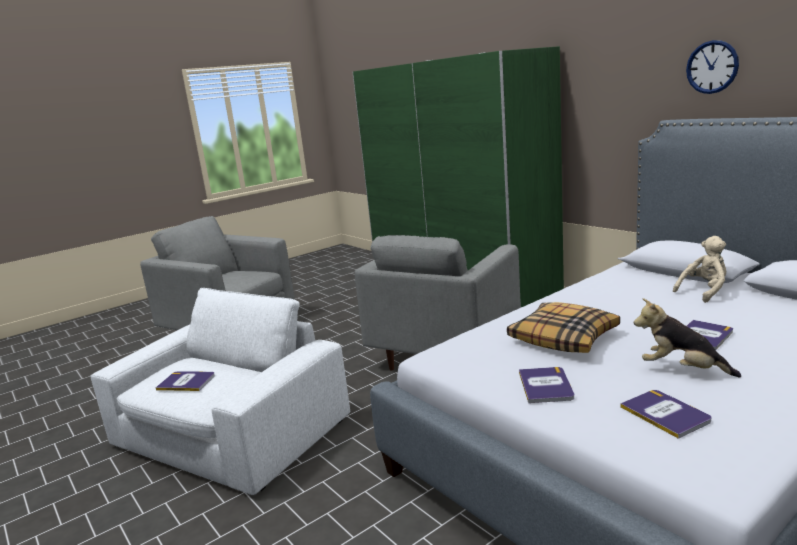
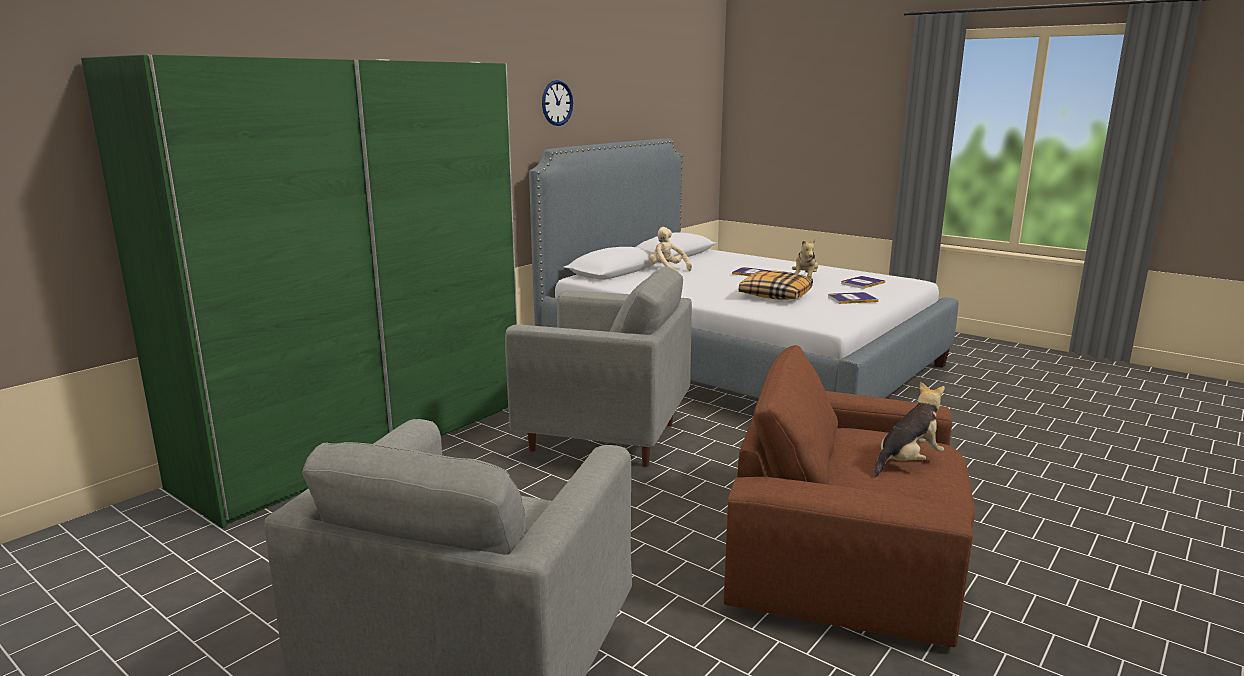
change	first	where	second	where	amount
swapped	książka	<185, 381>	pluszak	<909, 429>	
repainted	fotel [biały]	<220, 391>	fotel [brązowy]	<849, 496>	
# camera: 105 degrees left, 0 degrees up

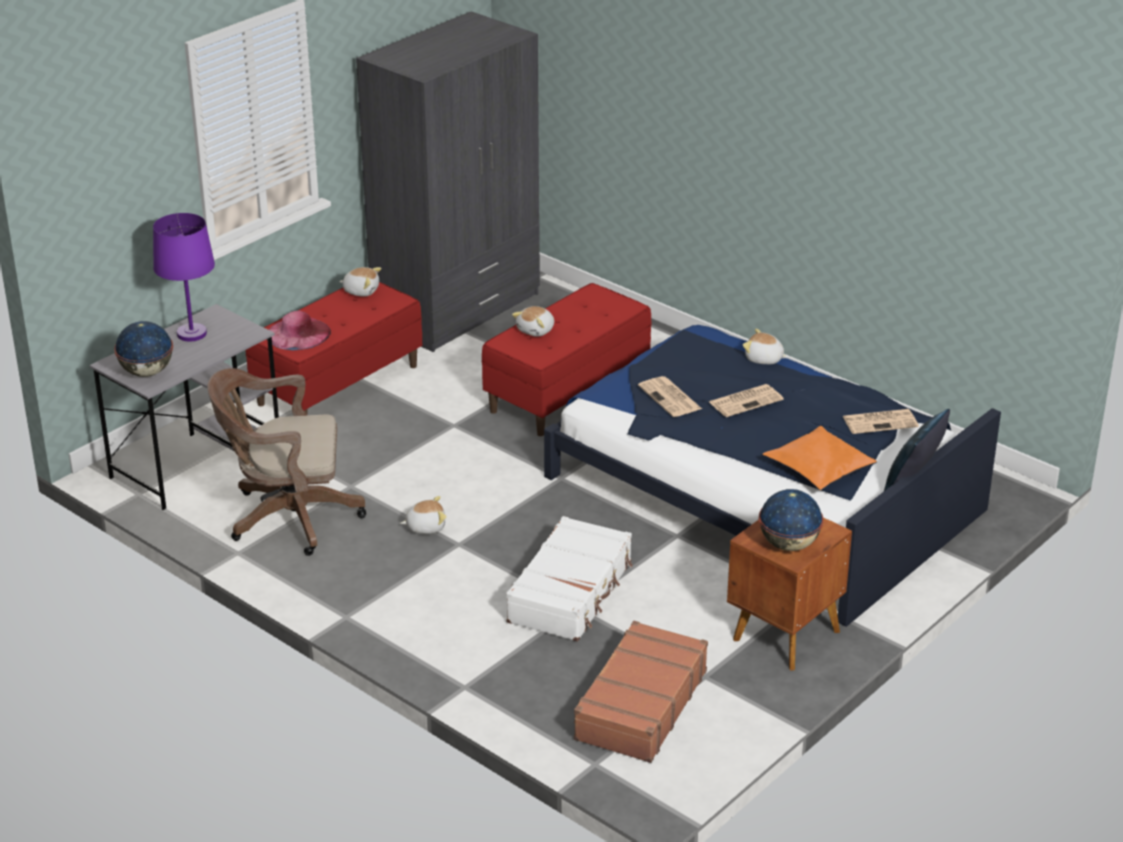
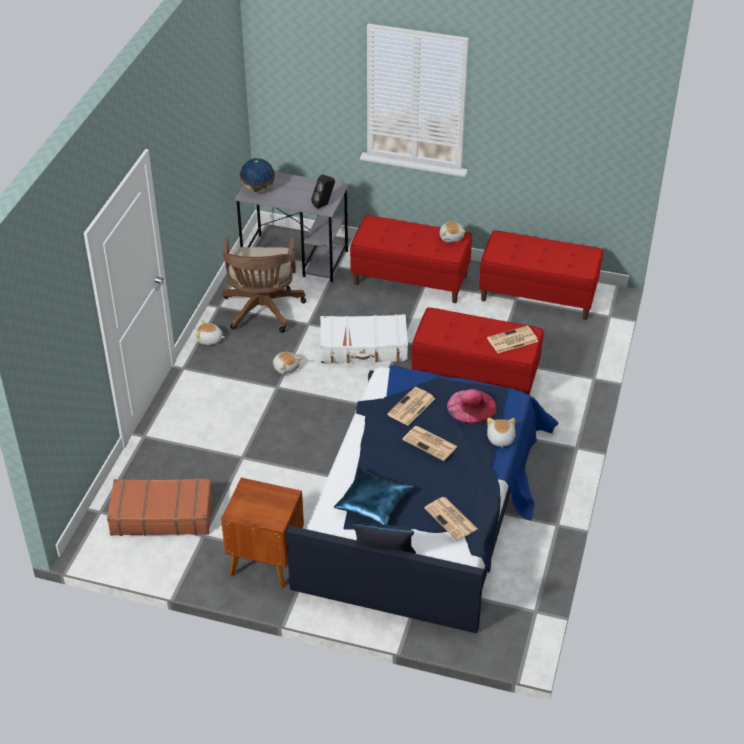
change	first	where	second	where	amount
gone	lampa stołowa [fioletowy]	<184, 277>			
gone	globus	<791, 520>			
new			głośnik [czarny]	<323, 191>	
new			gazeta	<512, 339>	
shifted	kapelusz [różowy]	<299, 330>		<472, 406>	
shifted	walizka [biały]	<569, 579>		<364, 338>	
shifted	pluszak	<533, 321>		<210, 332>	
swapped	szafa [szary]	<448, 181>	ławka [czerwony]	<541, 275>	
repainted	poduszka [pomarańczowy]	<819, 458>	poduszka [niebieski]	<373, 496>	
rotated	krzesło biurowe [brązowy]	<286, 462>		<264, 285>	150 degrees counterclockwise
# camera: 65 degrees right, 10 degrees up

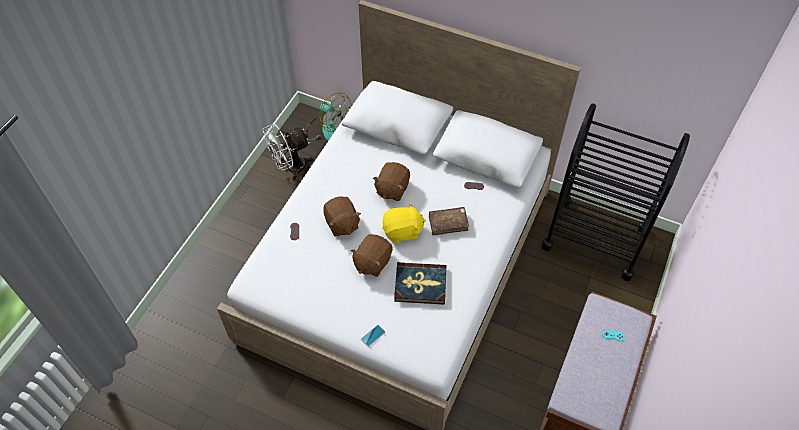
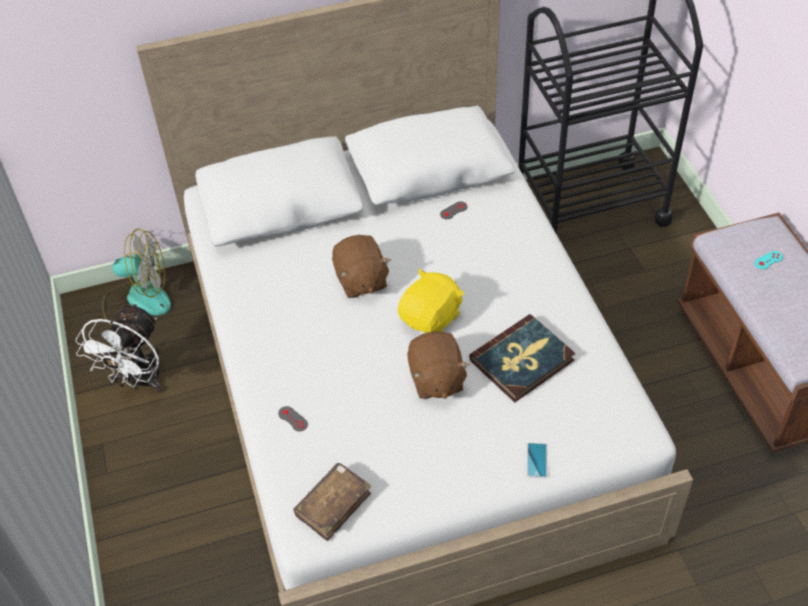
change	first	where	second	where	amount
gone	pluszak [brązowy]	<342, 216>			
shifted	książka [brązowy]	<449, 221>		<332, 502>	
# camera: 40 degrees left, 5 degrees down

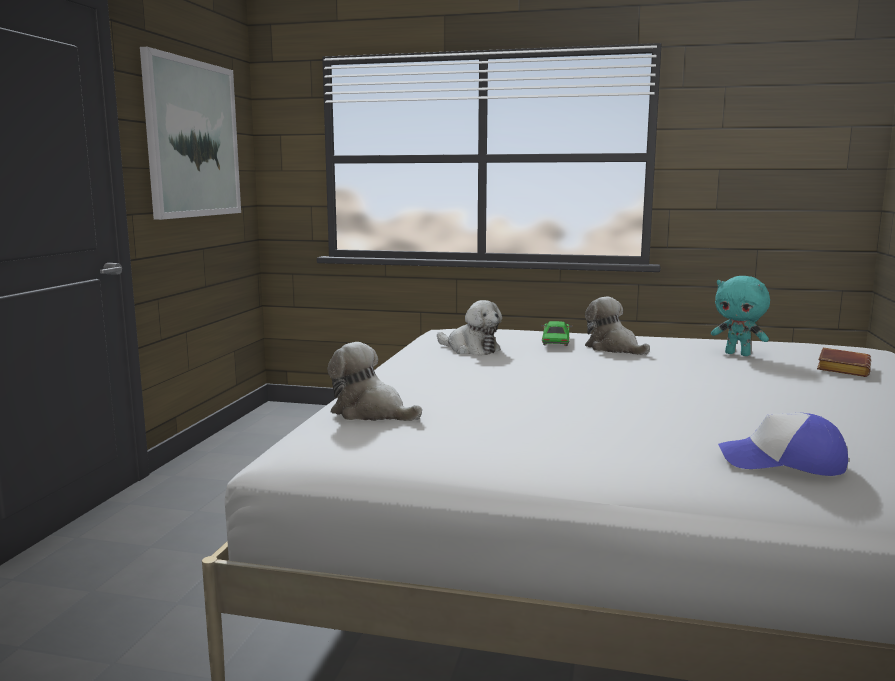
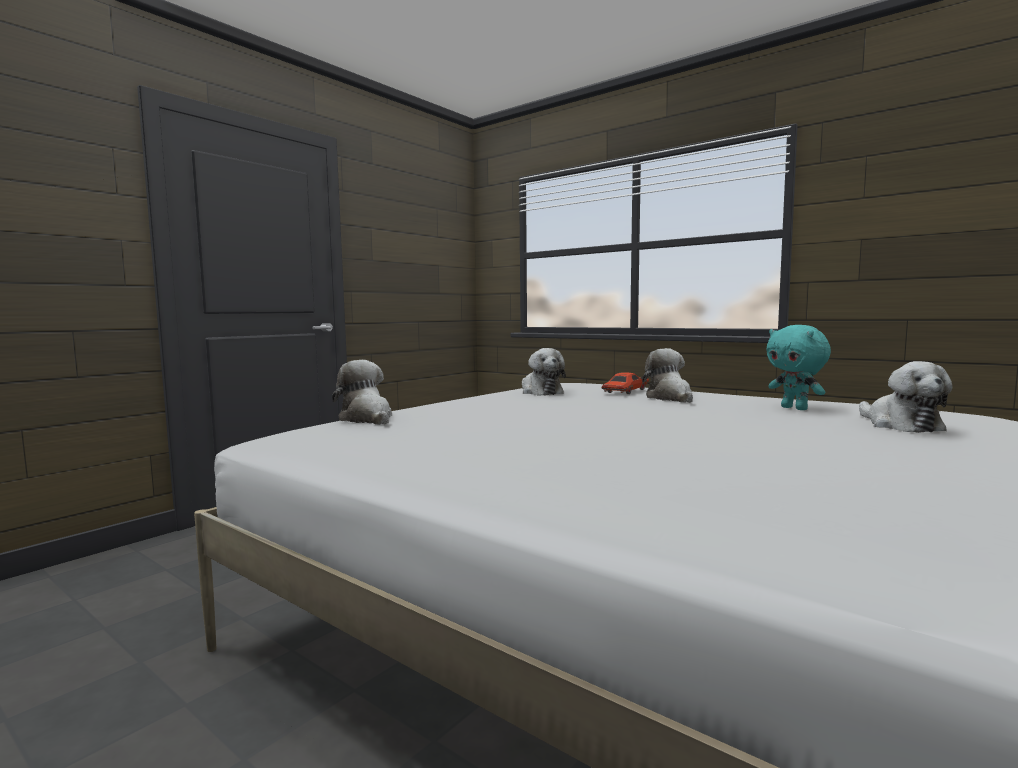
change	first	where	second	where	amount
gone	obraz	<190, 133>			
gone	czapka z daszkiem	<783, 444>			
swapped	książka [brązowy]	<844, 362>	pluszak	<906, 397>	
repainted	samochodzik [zielony]	<556, 333>	samochodzik [czerwony]	<625, 383>	
# camera: 25 degrees right, 5 degrees down

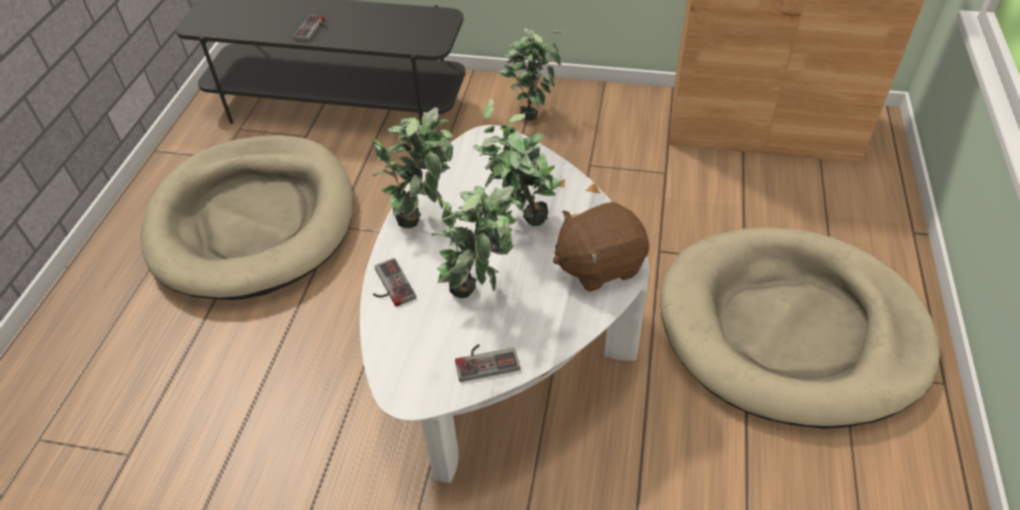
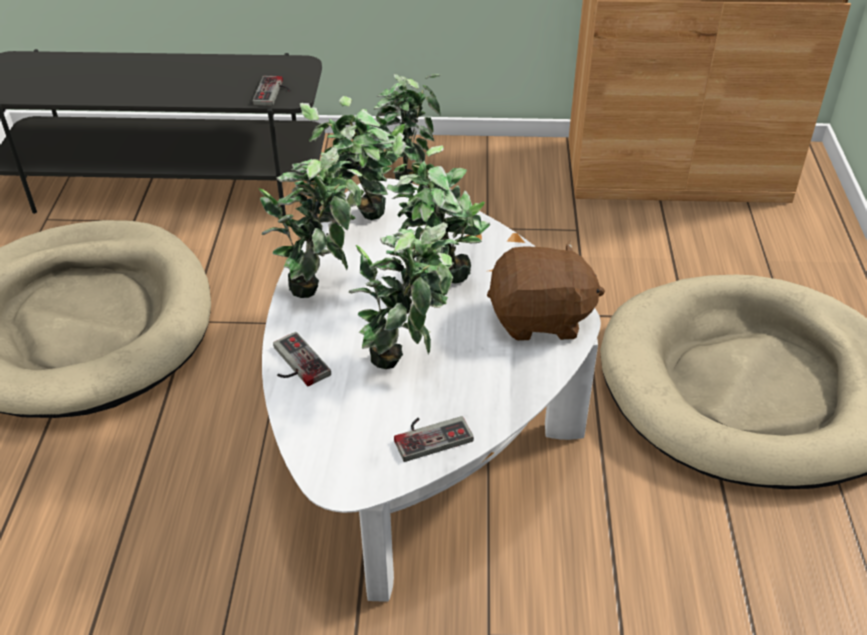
change	first	where	second	where	amount
new			roślina doniczkowa	<356, 158>	
shifted	pad do gier	<310, 28>		<272, 91>	
rotated	pluszak [brązowy]	<601, 247>		<546, 291>	150 degrees counterclockwise
# camera: 10 degrees left, 5 degrees down

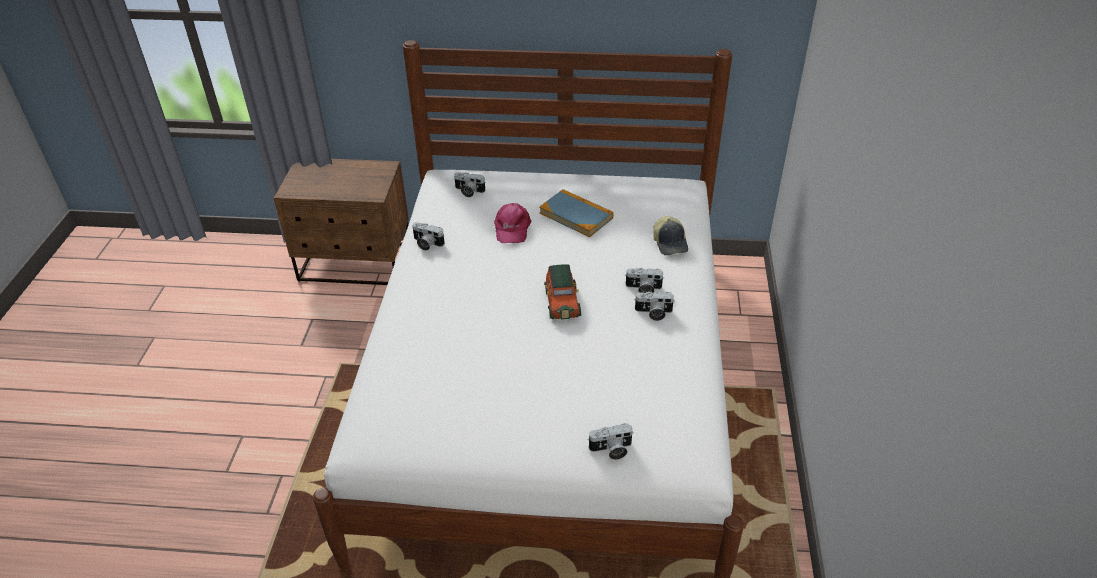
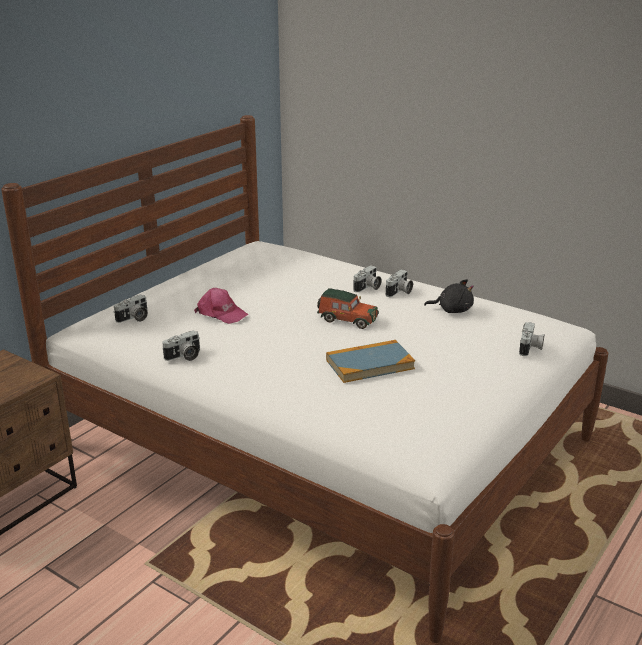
change	first	where	second	where	amount
gone	czapka z daszkiem	<670, 235>			
new			pluszak [czarny]	<449, 296>	
shifted	książka	<576, 213>		<370, 361>	
# camera: 60 degrees left, 15 degrees down

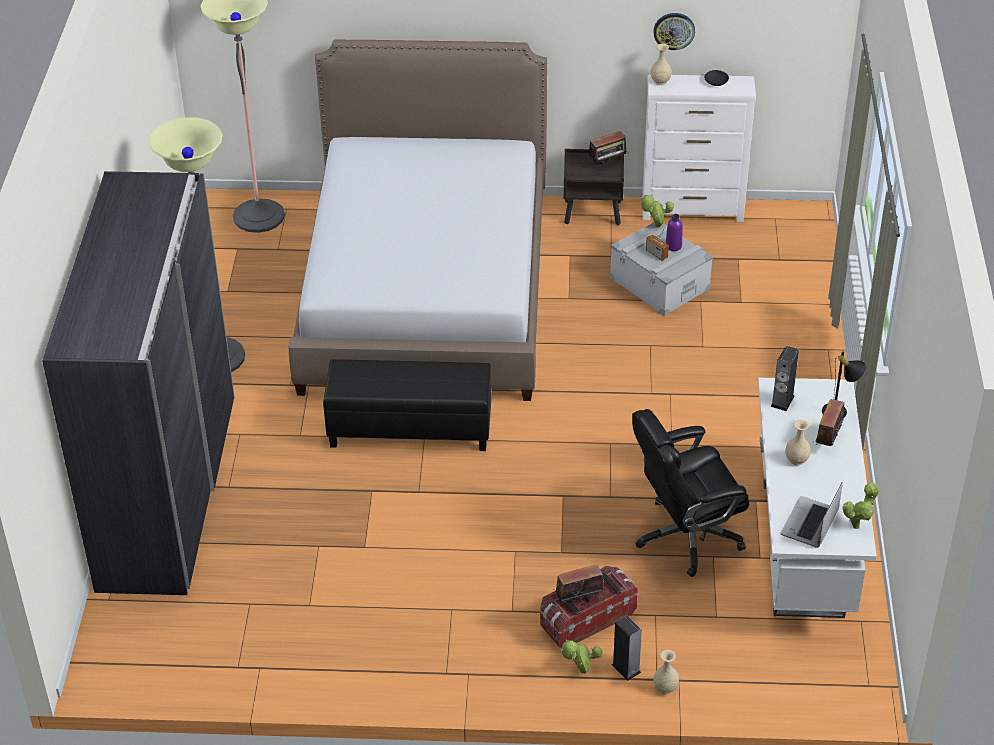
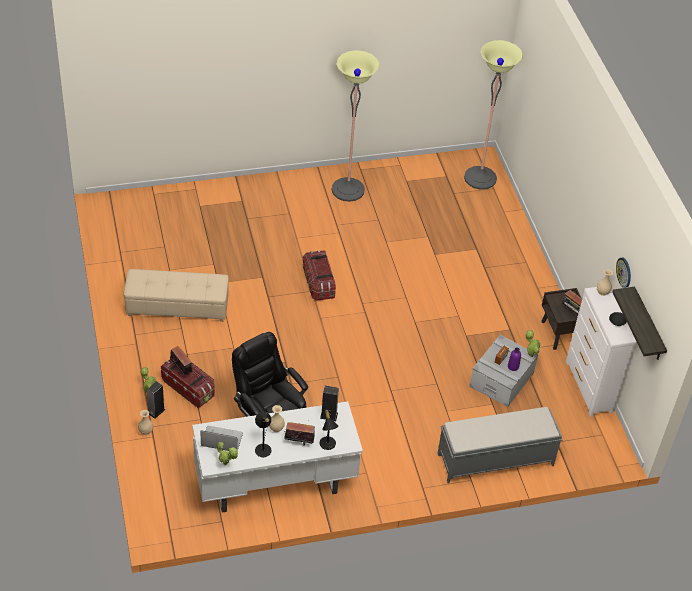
change	first	where	second	where	amount
gone	szafa [szary]	<138, 383>			
gone	łóżko	<418, 220>			
new			pufa [beżowy]	<176, 295>	
new			lampa stołowa [czarny]	<263, 434>	
new			ławka [szary]	<500, 445>	
new			półka	<639, 323>	
swapped	pufa [czarny]	<407, 405>	pojemnik do przechowywania	<319, 275>	
# camera: 70 degrees right, 5 degrees up

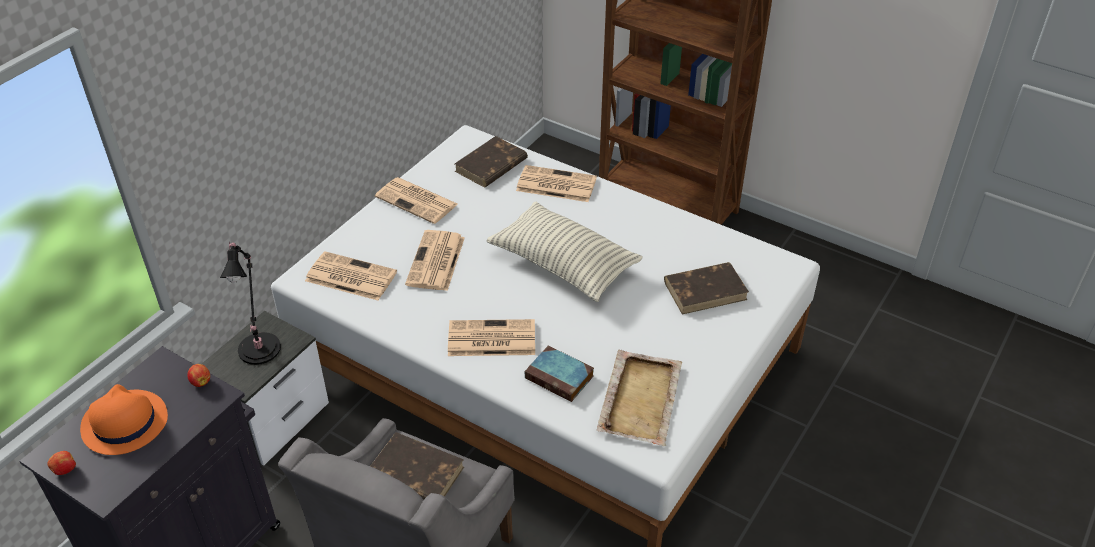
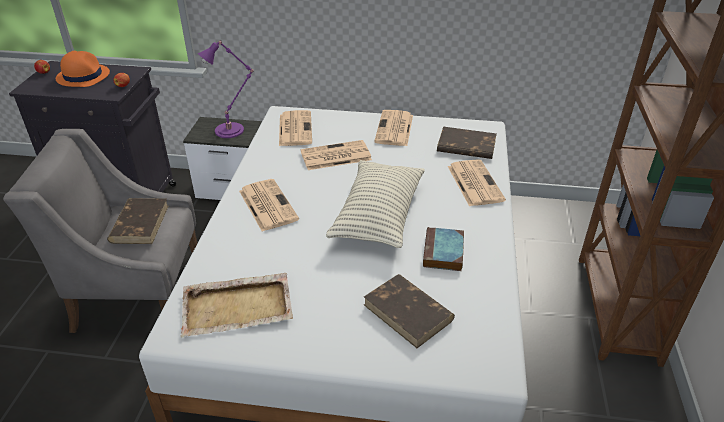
change	first	where	second	where	amount
shifted	książka	<559, 373>		<443, 249>	
repainted	lampa stołowa [czarny]	<250, 303>	lampa stołowa [fioletowy]	<226, 89>	
# camera: 65 degrees right, 5 degrees down

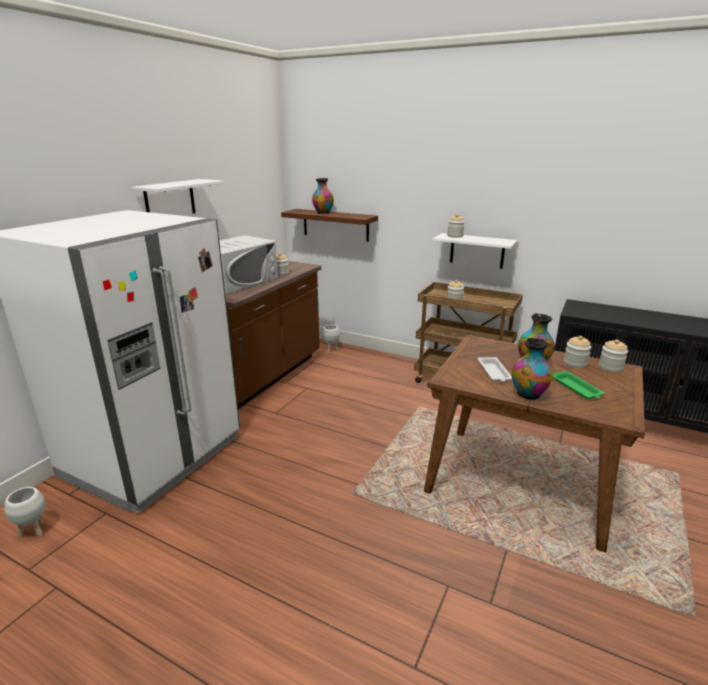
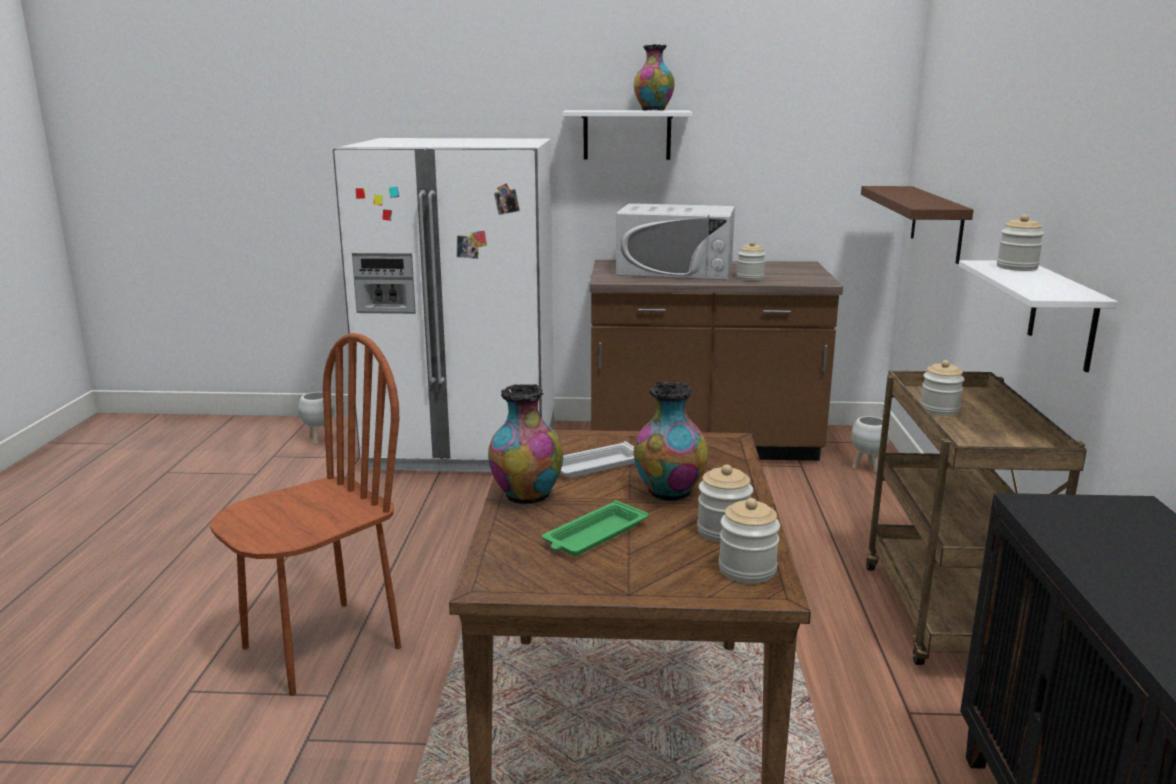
change	first	where	second	where	amount
new			krzesło [brązowy]	<305, 514>	
shifted	wazon	<323, 196>		<654, 77>	
# camera: 65 degrees right, 5 degrees down

